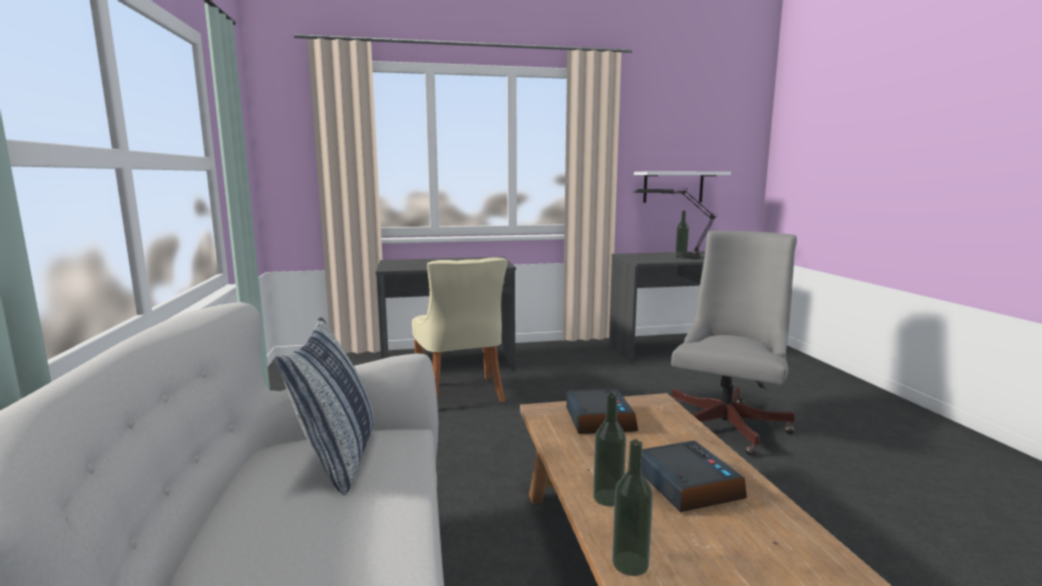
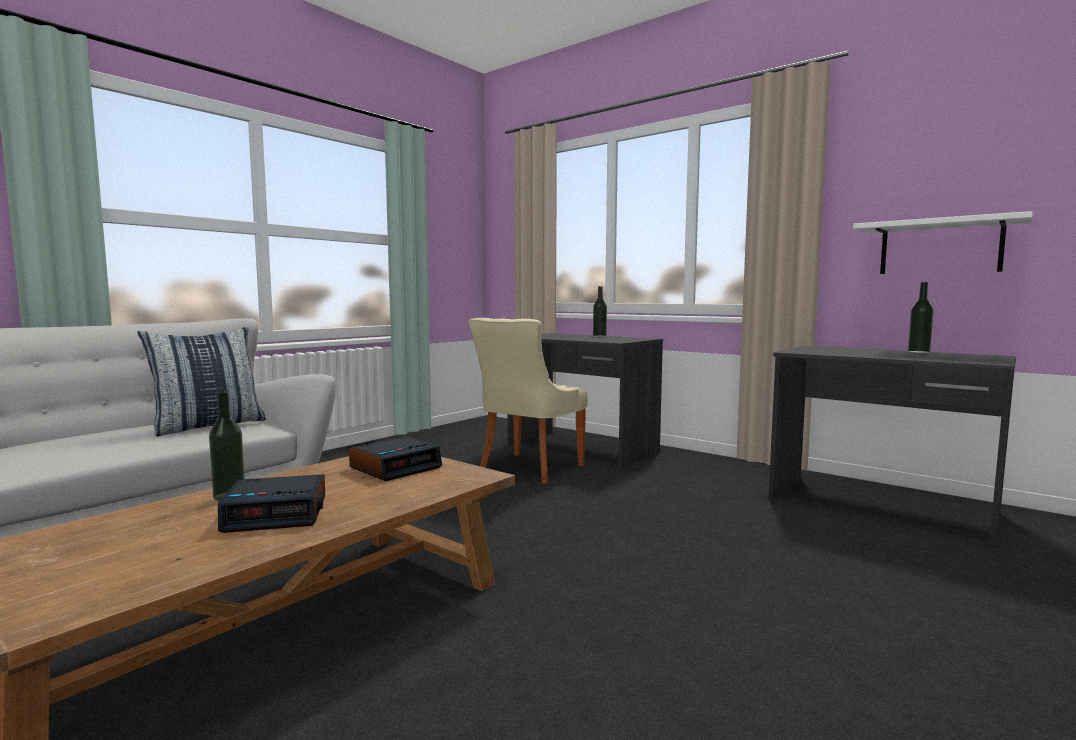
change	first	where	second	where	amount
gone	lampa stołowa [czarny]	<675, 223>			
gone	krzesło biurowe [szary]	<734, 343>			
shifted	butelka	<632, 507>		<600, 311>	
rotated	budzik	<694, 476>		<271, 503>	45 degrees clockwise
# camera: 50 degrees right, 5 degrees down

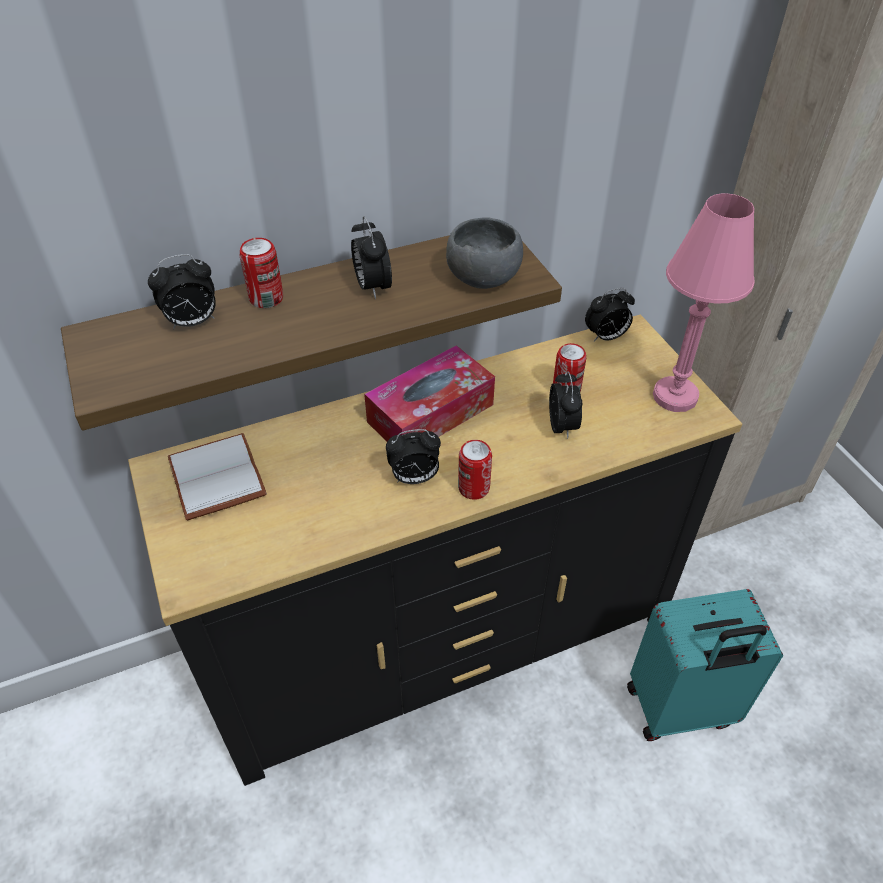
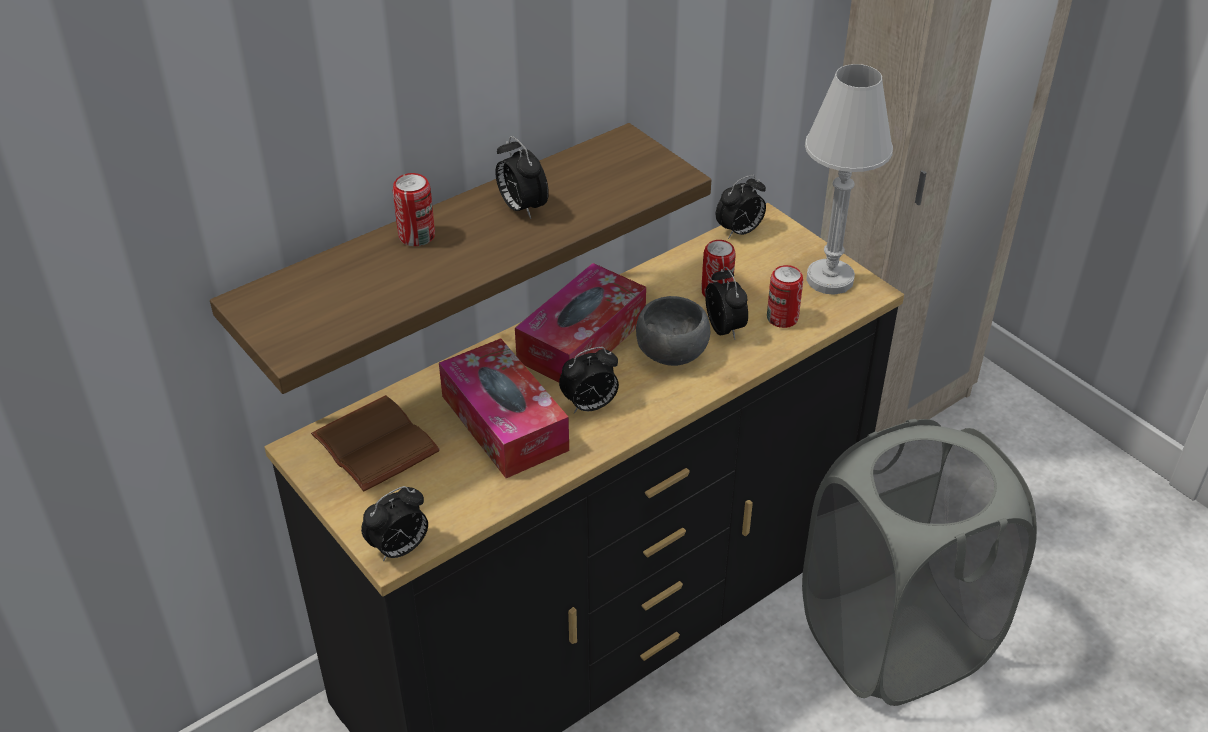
change	first	where	second	where	amount
new			pudełko chusteczek	<504, 408>	
shifted	budzik	<182, 292>		<394, 524>	
shifted	miska [szary]	<484, 253>		<673, 331>	
shifted	puszka	<475, 470>		<785, 296>	
swapped	walizka [turkusowy]	<705, 665>	kosz na pranie [szary]	<919, 562>	
repainted	książka [biały]	<217, 477>	książka [brązowy]	<375, 443>	
repainted	lampa stołowa [różowy]	<704, 302>	lampa stołowa [biały]	<849, 179>	
# camera: 15 degrees left, 5 degrees down

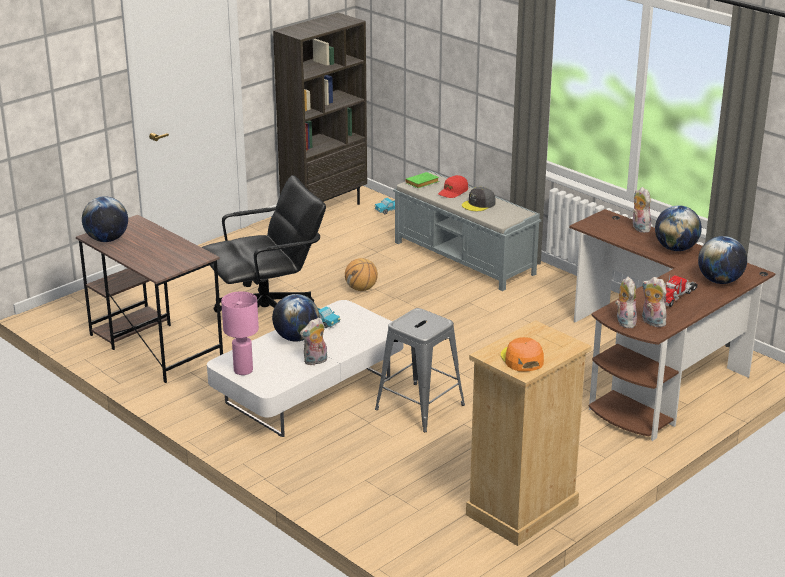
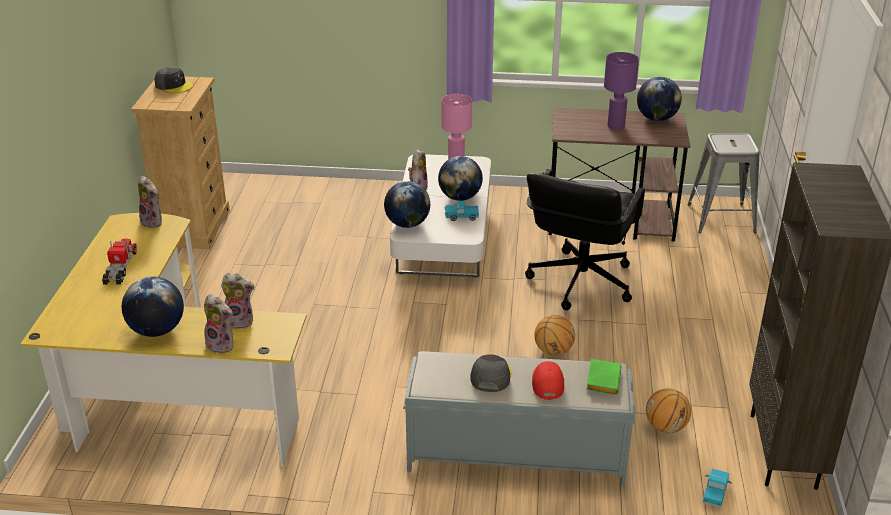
change	first	where	second	where	amount
new			lampa stołowa [fioletowy]	<621, 91>	
new			piłka do koszykówki	<668, 410>	
shifted	stołek [szary]	<420, 370>		<723, 183>	
shifted	pluszak	<654, 302>		<238, 301>	
shifted	globus	<722, 260>		<407, 204>	
repainted	czapka z daszkiem [pomarańczowy]	<522, 354>	czapka z daszkiem [szary]	<174, 79>	
repainted	biurko [brązowy]	<672, 325>	biurko [żółty]	<163, 340>	
# camera: 140 degrees right, 5 degrees up

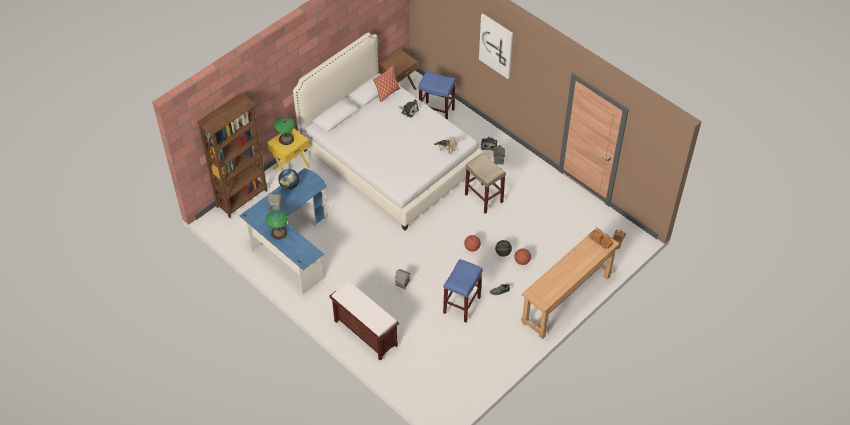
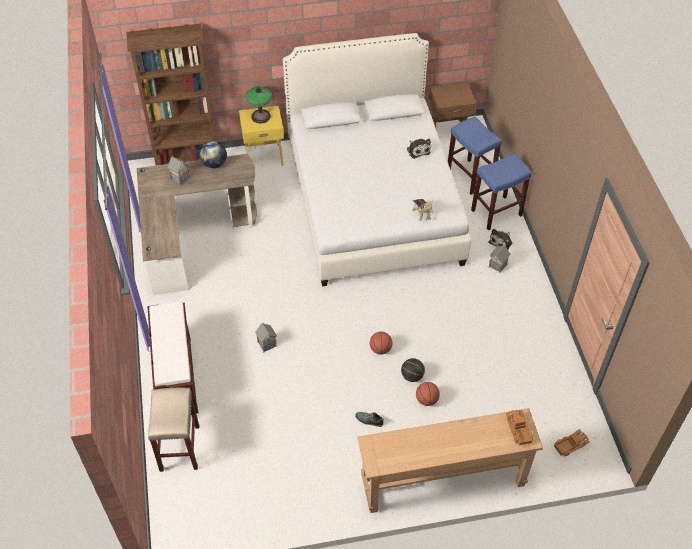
change	first	where	second	where	amount
gone	lampa stołowa	<277, 225>			
gone	poduszka	<386, 84>			
gone	obraz	<496, 46>			
shifted	stołek [niebieski]	<463, 291>		<501, 191>	
shifted	stołek [beżowy]	<485, 183>		<173, 430>	
repainted	biurko [niebieski]	<283, 231>	biurko [brązowy]	<197, 224>	
# camera: 35 degrees right, 0 degrees up

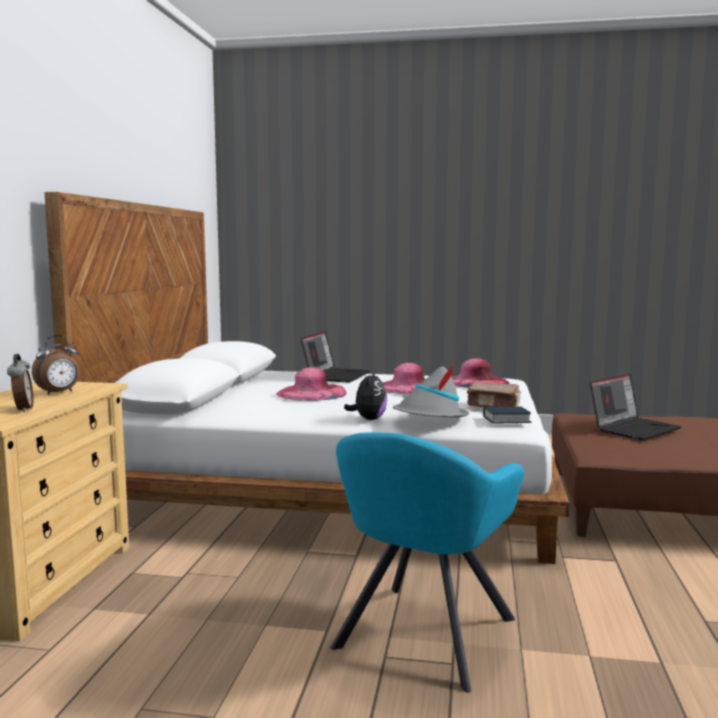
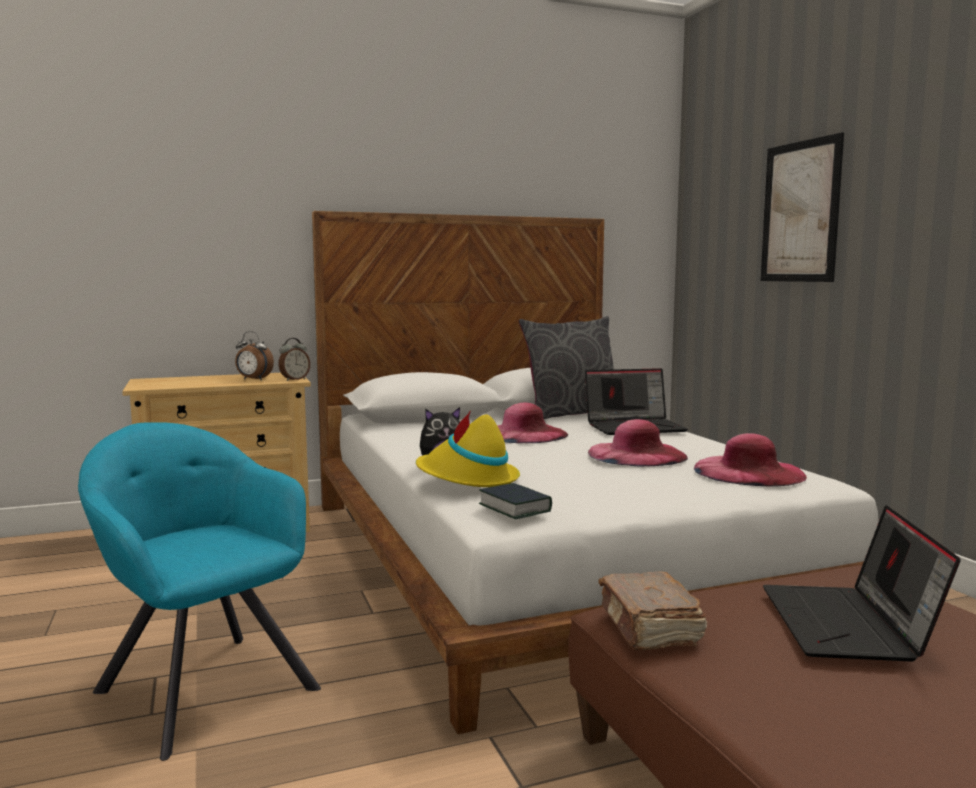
change	first	where	second	where	amount
new			poduszka [szary]	<566, 367>	
new			obraz	<802, 207>	
shifted	budzik	<20, 383>		<294, 359>	
shifted	książka [brązowy]	<494, 395>		<652, 611>	
repainted	kapelusz [szary]	<431, 390>	kapelusz [żółty]	<468, 449>	
rotated	fotel [turkusowy]	<427, 562>		<199, 591>	45 degrees clockwise
rotated	laptop	<636, 407>		<862, 583>	75 degrees clockwise
# camera: 60 degrees right, 0 degrees up

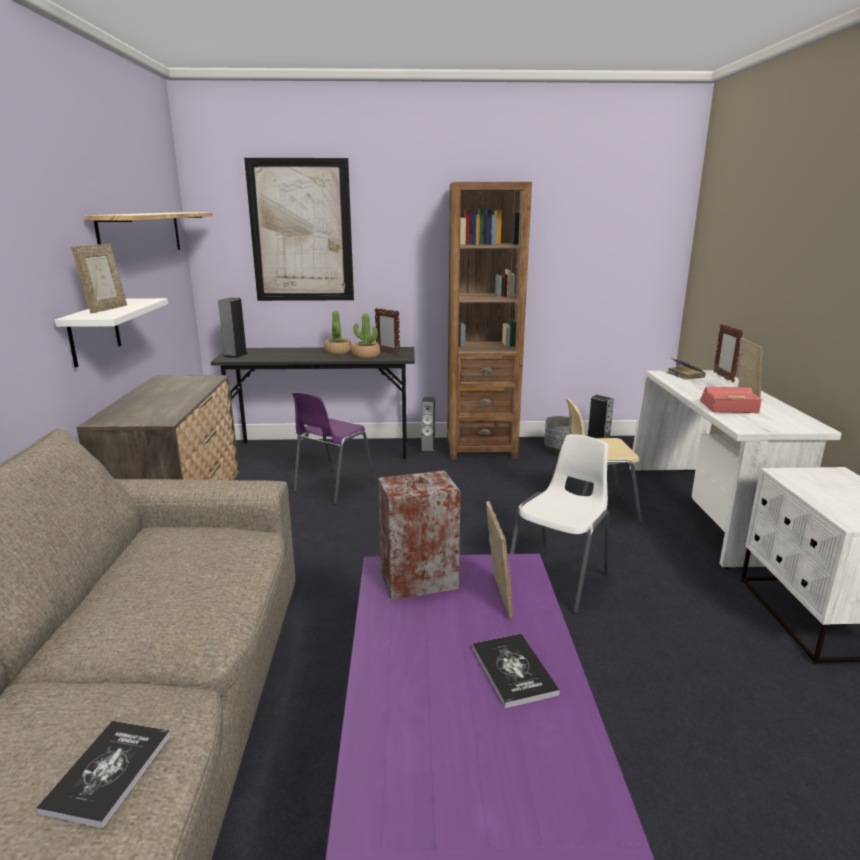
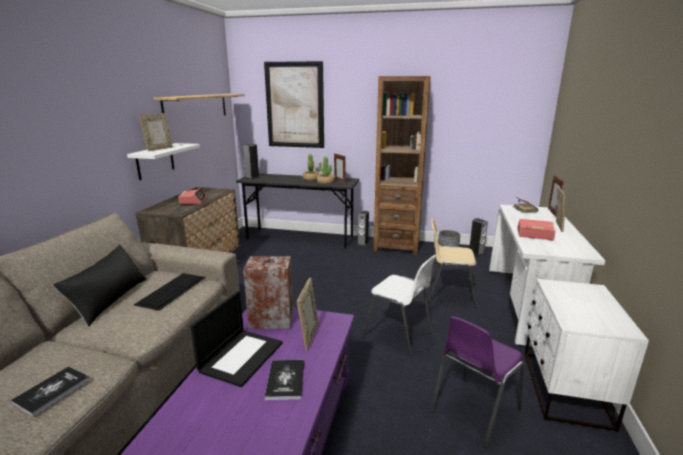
change	first	where	second	where	amount
new			poduszka [czarny]	<100, 285>	
new			klawiatura	<170, 291>	
new			budzik	<192, 196>	
new			laptop	<236, 339>	
shifted	krzesło [fioletowy]	<334, 448>		<478, 382>	
rotated	krzesło [biały]	<559, 524>		<399, 305>	75 degrees clockwise
# camera: 15 degrees right, 0 degrees up

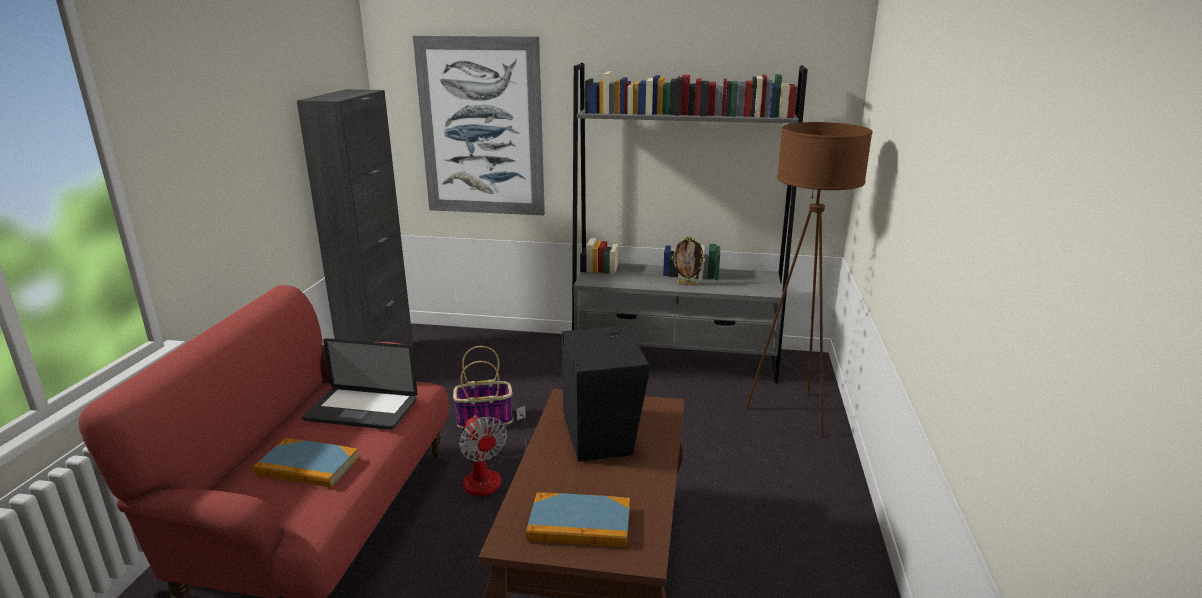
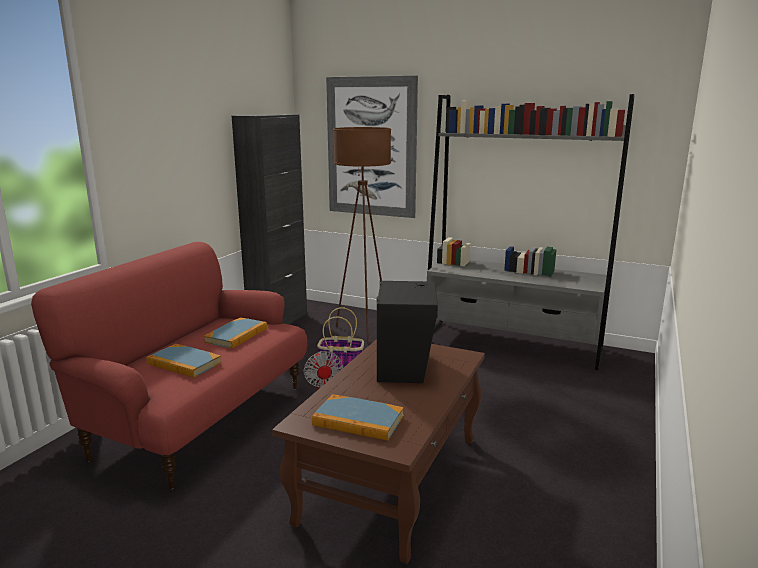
change	first	where	second	where	amount
gone	ramka na zdjęcie	<689, 261>			
shifted	lampa stojąca [brązowy]	<809, 279>		<362, 235>	
swapped	laptop	<360, 384>	książka	<235, 333>	
# camera: 15 degrees right, 5 degrees down

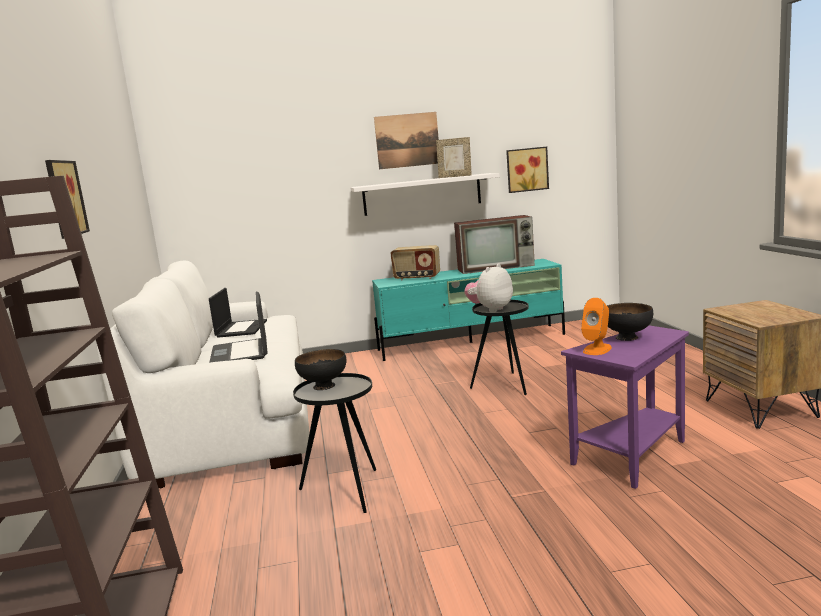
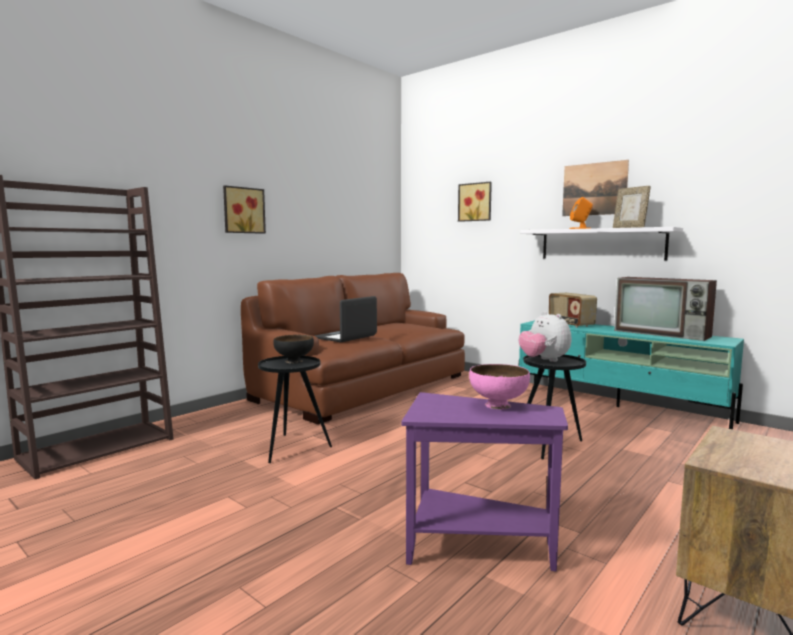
change	first	where	second	where	amount
gone	laptop	<238, 313>			
shifted	obraz	<527, 170>		<475, 202>	
shifted	głośnik [pomarańczowy]	<596, 326>		<581, 213>	
repainted	kanapa [biały]	<203, 374>	kanapa [brązowy]	<353, 348>	
repainted	miska [czarny]	<630, 322>	miska [różowy]	<499, 387>	
rotated	pluszak	<488, 288>		<545, 336>	120 degrees counterclockwise
# camera: 50 degrees right, 5 degrees down

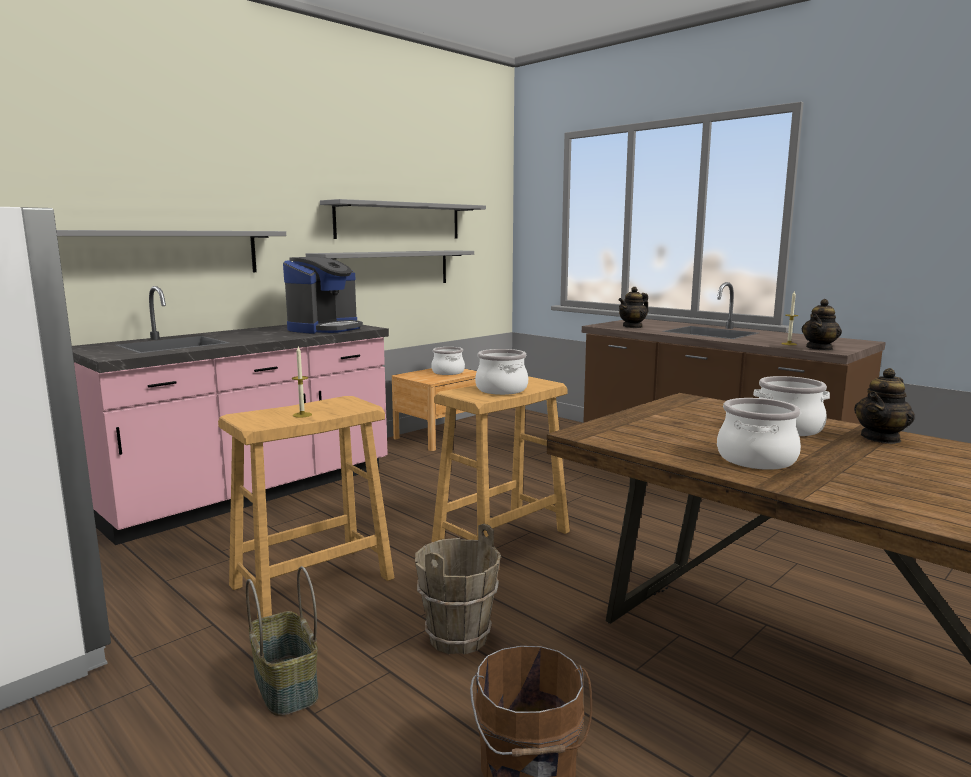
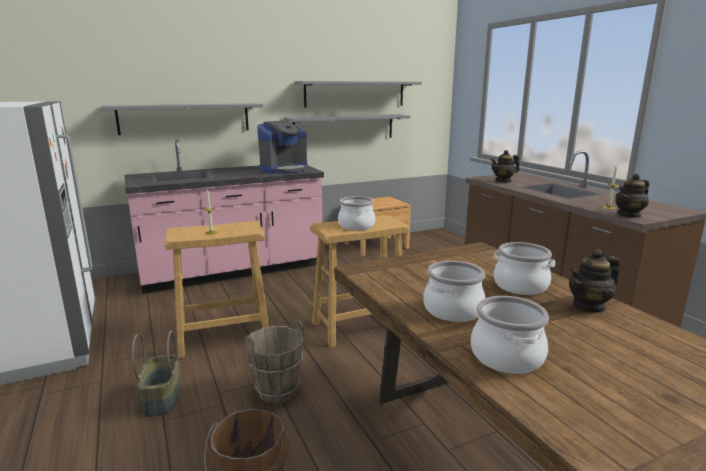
change	first	where	second	where	amount
shifted	garnek	<448, 361>		<510, 335>	
# camera: 20 degrees right, 5 degrees up

